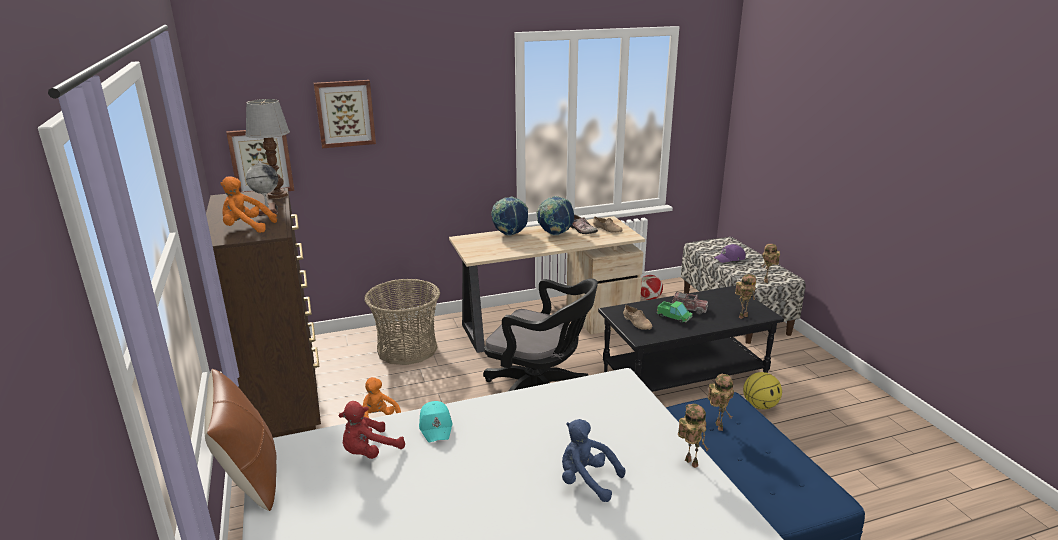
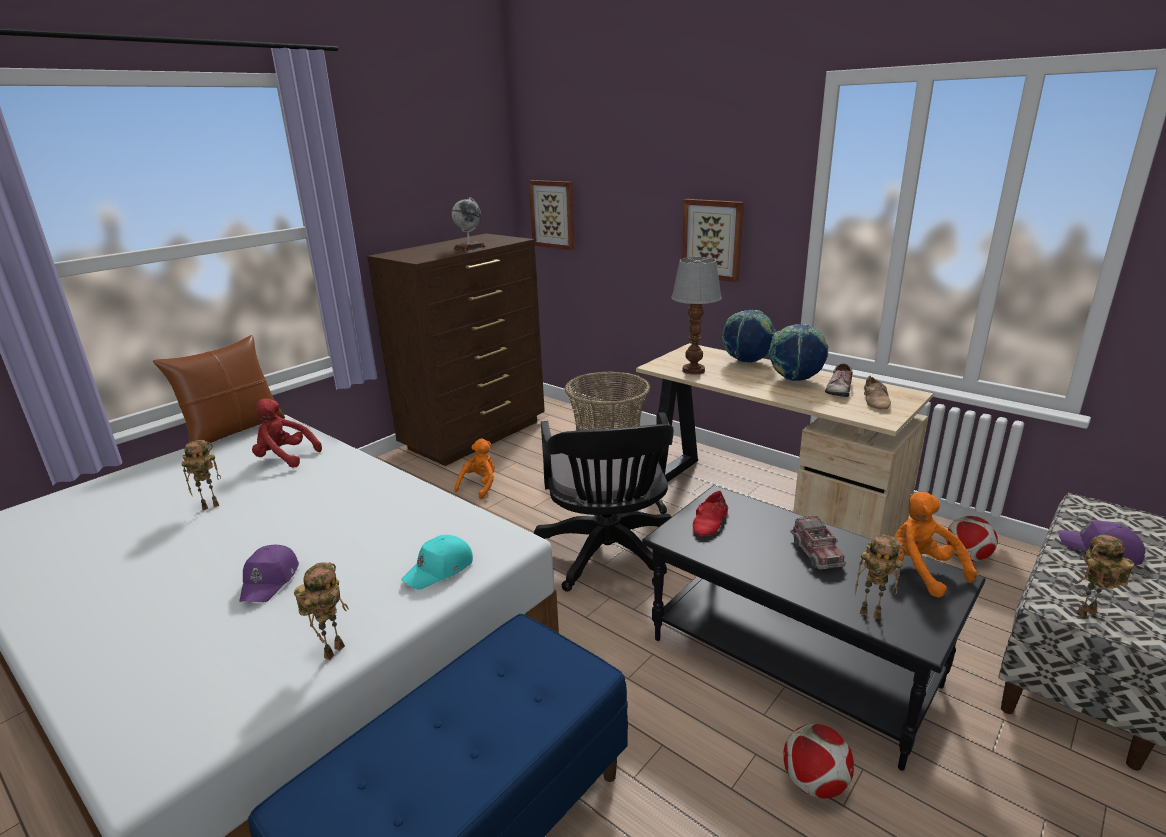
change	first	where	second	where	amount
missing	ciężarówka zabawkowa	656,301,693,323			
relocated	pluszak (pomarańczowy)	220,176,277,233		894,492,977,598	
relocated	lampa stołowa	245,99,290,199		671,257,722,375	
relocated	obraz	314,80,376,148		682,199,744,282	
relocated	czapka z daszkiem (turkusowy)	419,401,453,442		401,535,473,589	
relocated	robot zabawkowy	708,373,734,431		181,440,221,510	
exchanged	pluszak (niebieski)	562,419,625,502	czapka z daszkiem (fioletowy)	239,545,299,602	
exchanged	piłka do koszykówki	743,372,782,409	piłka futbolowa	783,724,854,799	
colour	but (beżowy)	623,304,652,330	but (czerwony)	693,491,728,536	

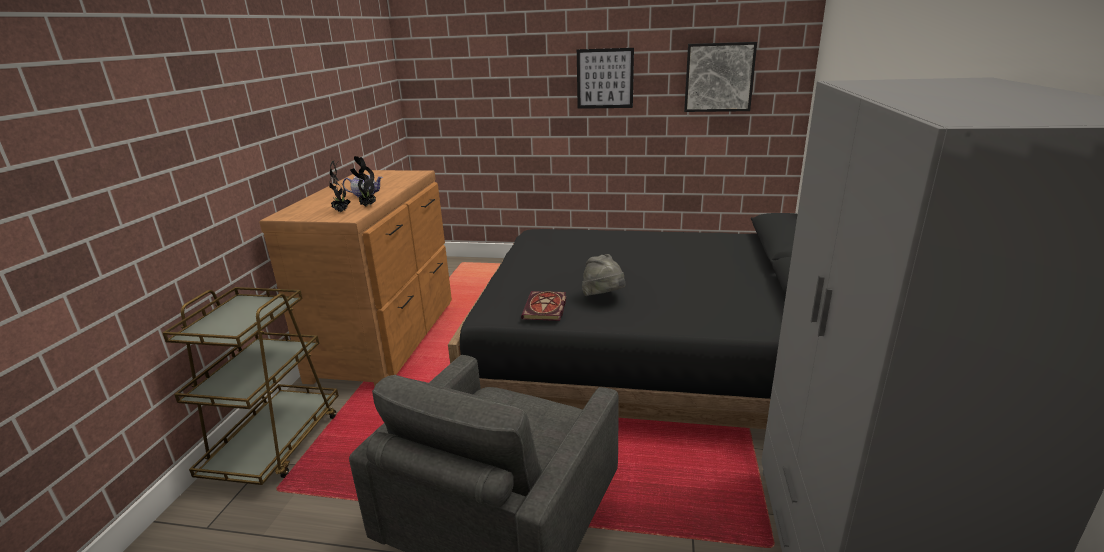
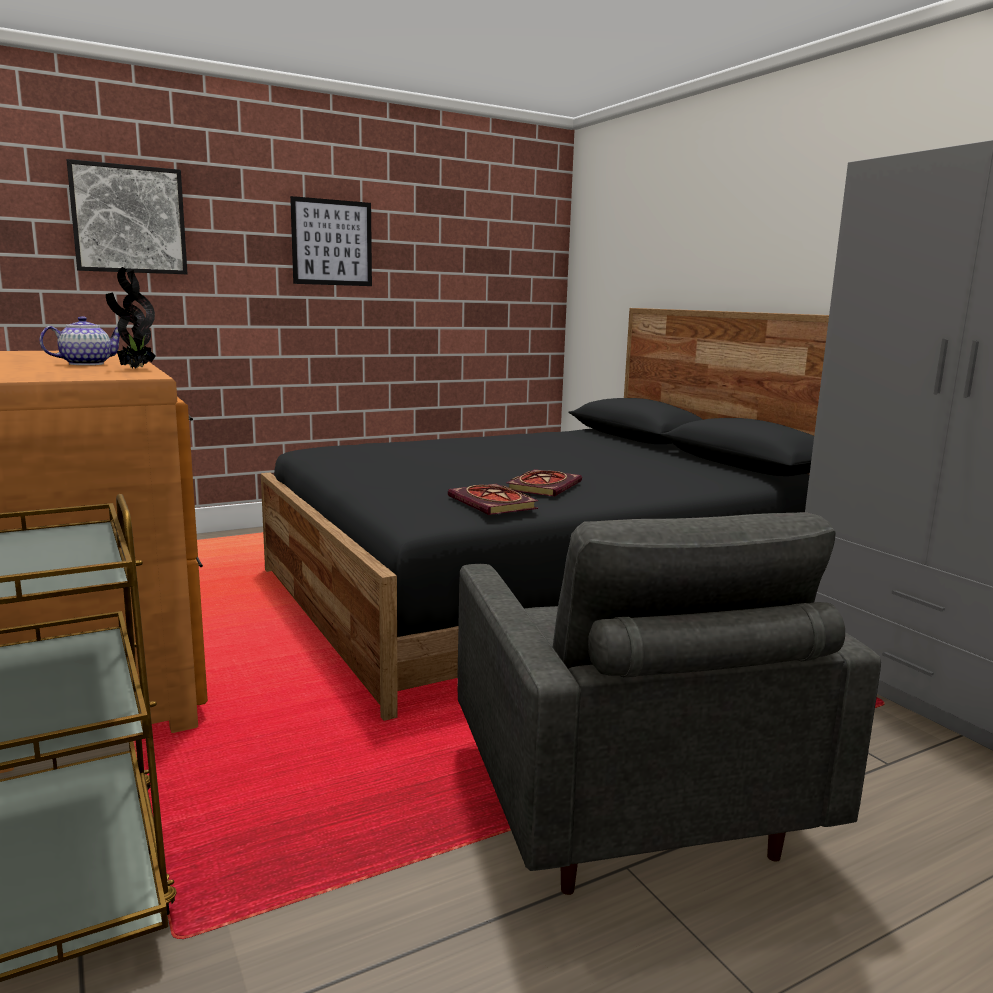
change	first	where	second	where	amount
missing	roślina doniczkowa	329,160,351,212			
relocated	obraz	684,42,757,112		67,159,188,274	
exchanged	kapelusz (szary)	582,254,626,296	książka	506,469,582,496	

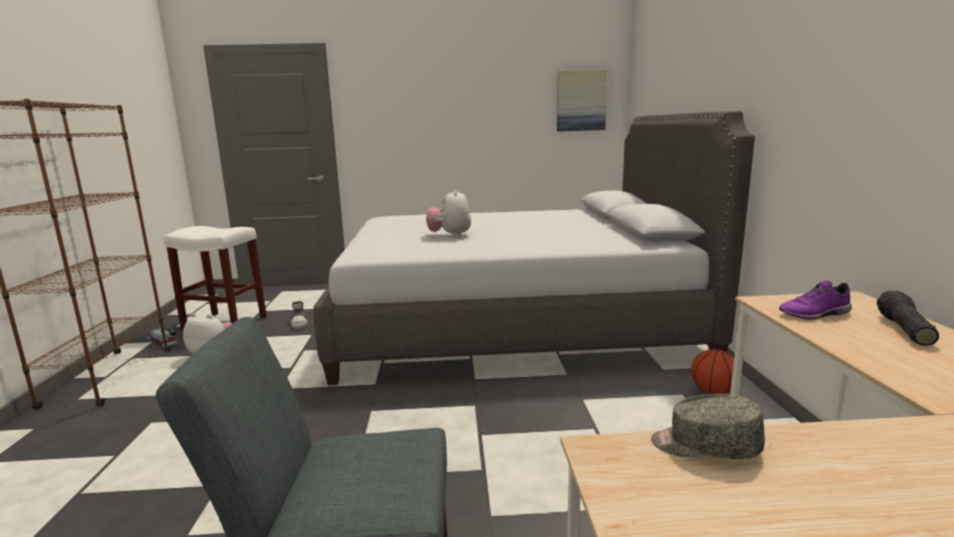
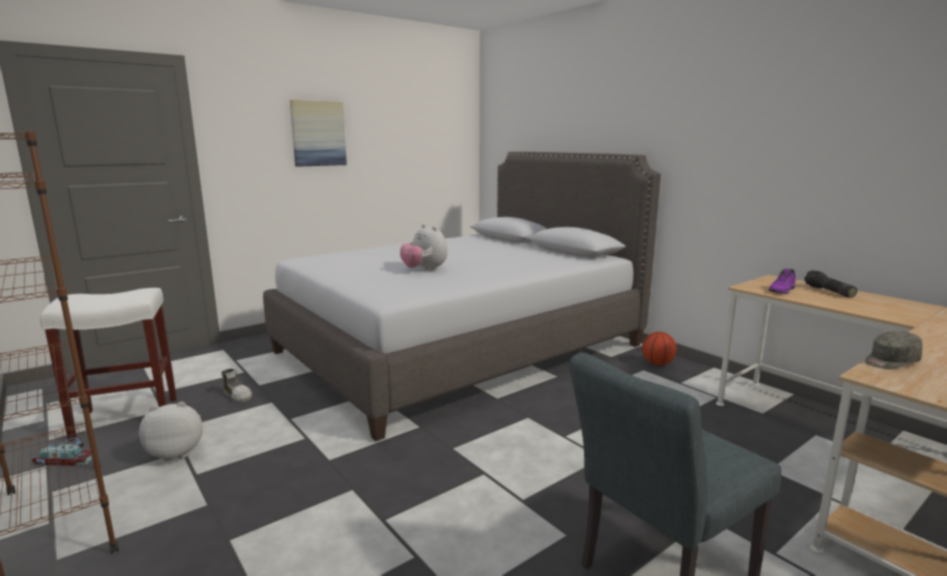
change	first	where	second	where	amount
relocated	obraz	557,70,608,131		290,100,347,167	

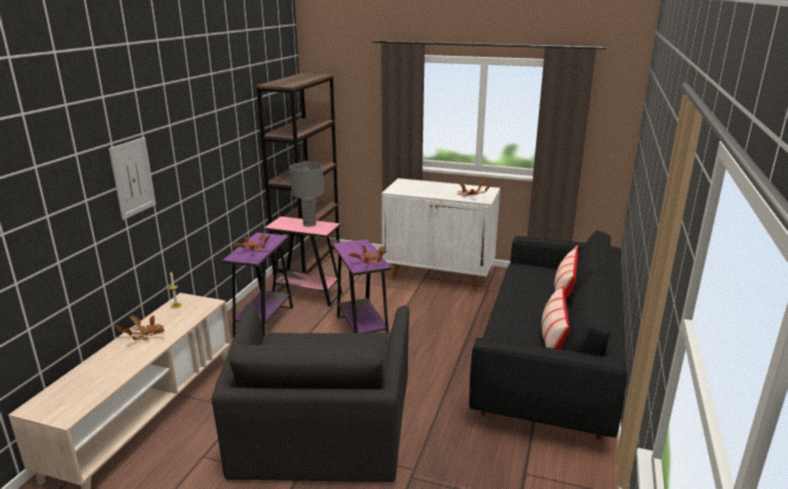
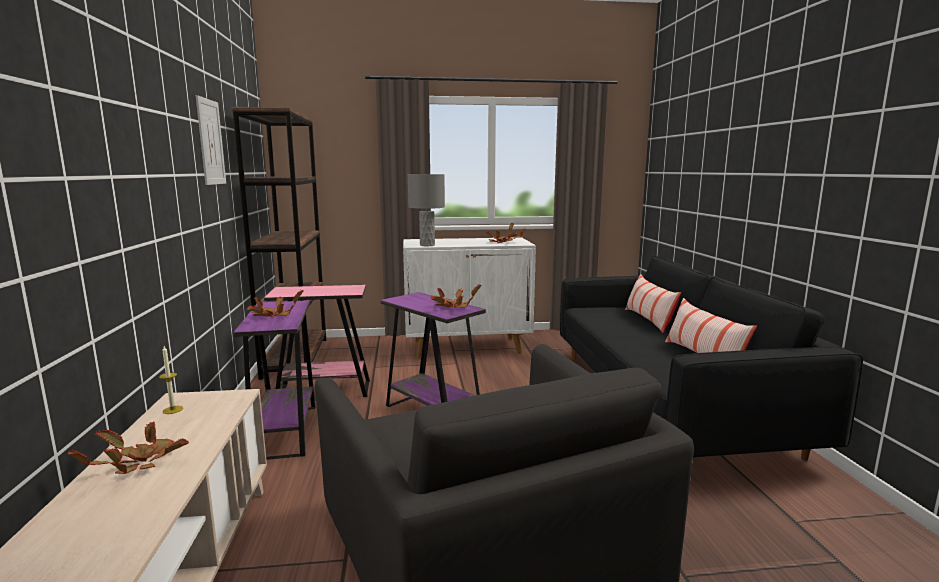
change	first	where	second	where	amount
relocated	obraz	109,137,156,220		196,95,226,185	
relocated	lampa stołowa (szary)	290,162,324,227		408,174,445,246	

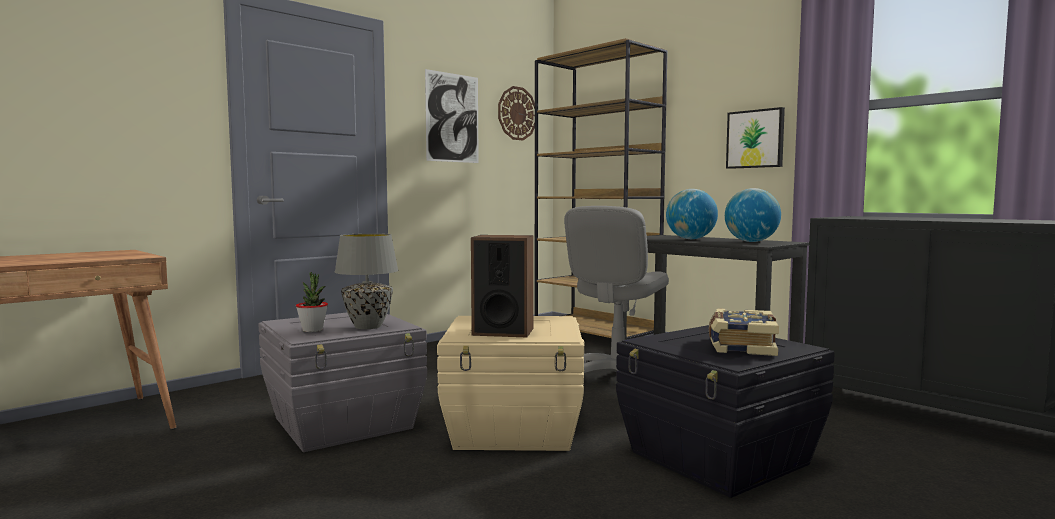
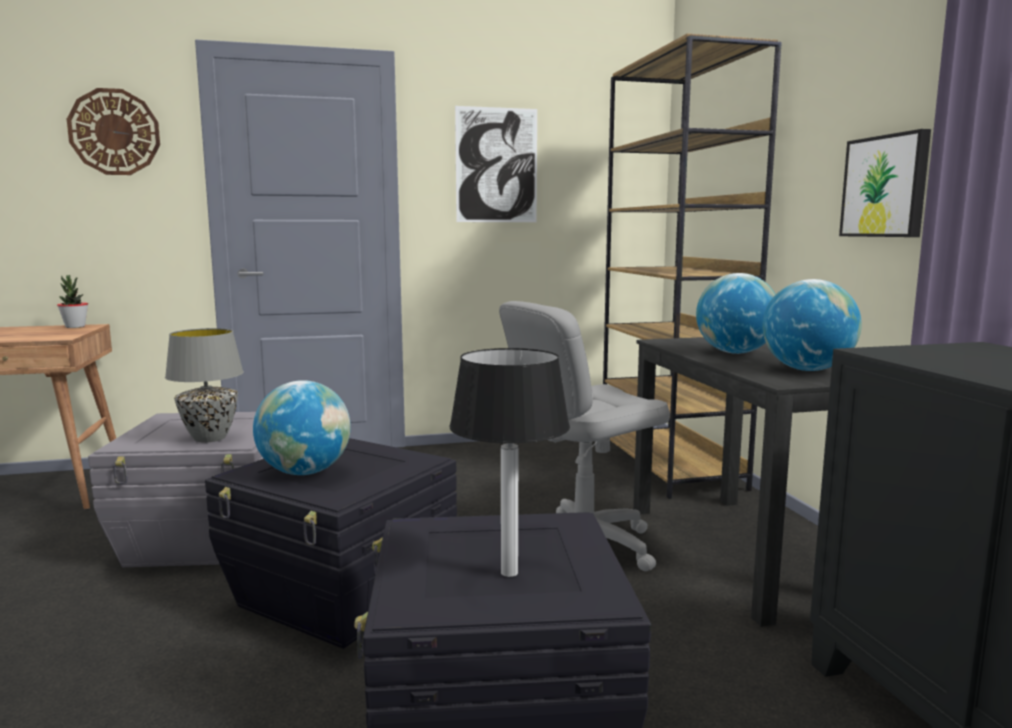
change	first	where	second	where	amount
relocated	roślina doniczkowa	296,272,328,332		57,275,88,328	
relocated	zegar ścienny	498,86,535,140		67,88,160,175	
exchanged	głośnik	471,235,534,337	globus	253,380,351,475	
exchanged	książka	709,308,779,356	lampa stołowa	449,348,570,577	
colour	pojemnik do przechowywania (beżowy)	437,316,585,451	pojemnik do przechowywania (czarny)	205,438,457,648	

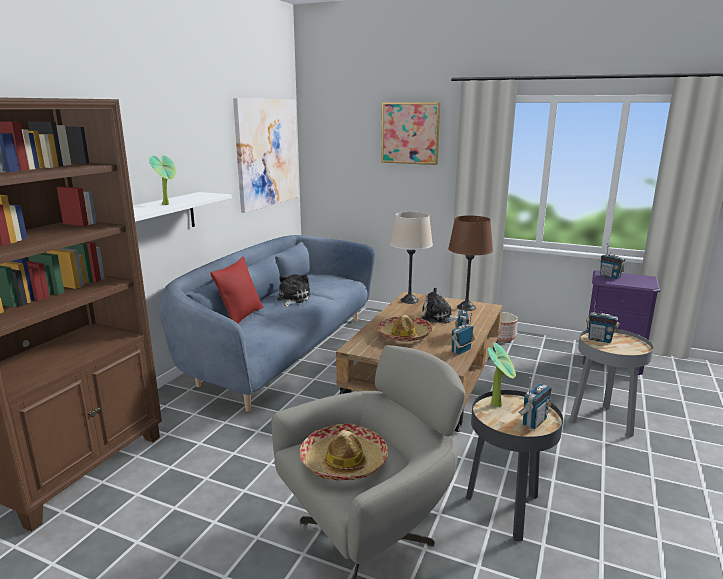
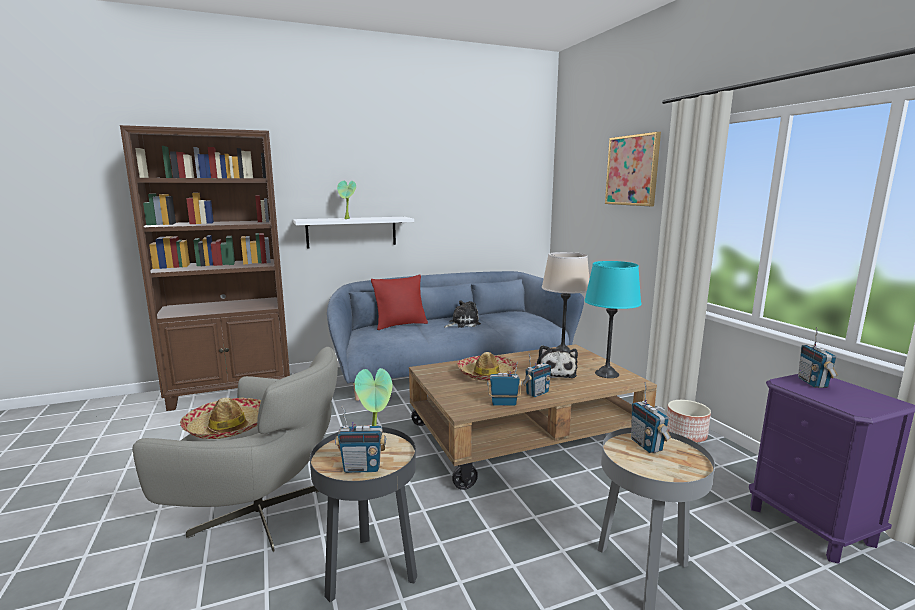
change	first	where	second	where	amount
missing	obraz	233,98,299,213			
colour	lampa stołowa (brązowy)	448,216,493,311	lampa stołowa (turkusowy)	584,261,641,378	
spun	pluszak	422,288,458,323		537,345,578,378	150 degrees counterclockwise

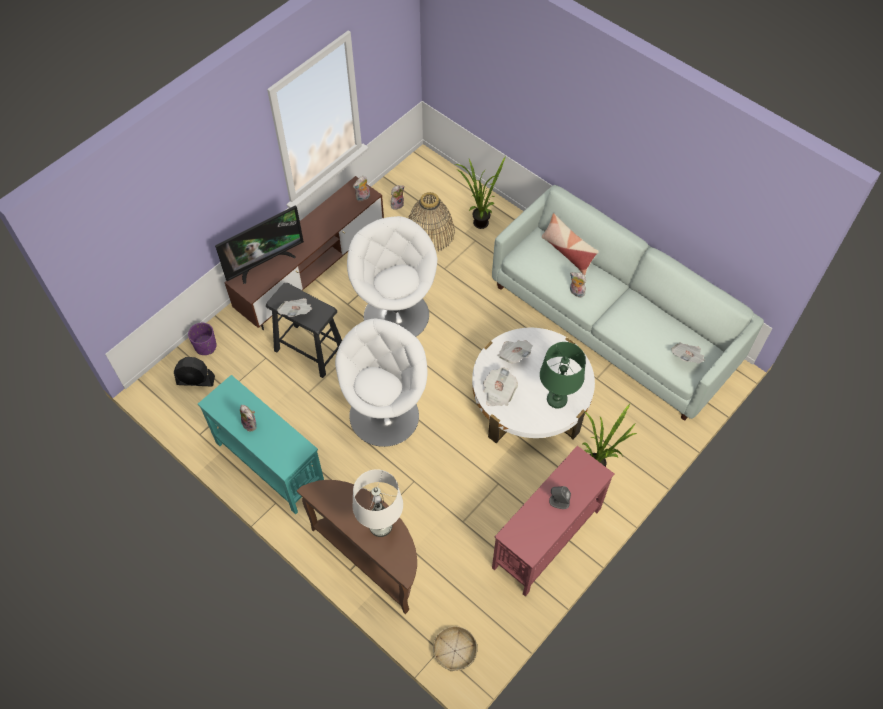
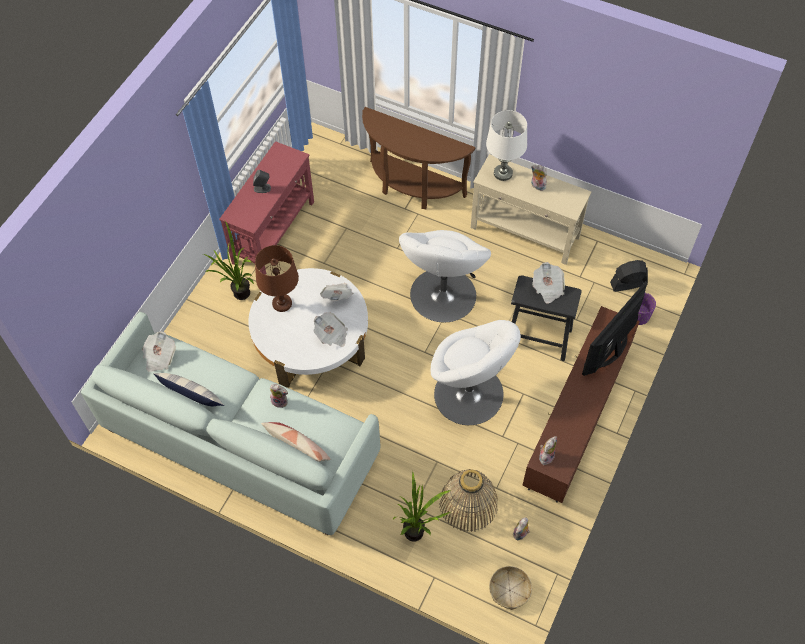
change	first	where	second	where	amount
appeared			poduszka	153,373,225,406	
relocated	lampa stołowa (biały)	352,469,403,537		486,110,527,181	
relocated	koszyk	433,626,477,671		489,566,532,610	
colour	stolik konsolowy (turkusowy)	198,375,324,514	stolik konsolowy (beżowy)	471,154,591,265	
colour	lampa stołowa (zielony)	540,342,586,409	lampa stołowa (brązowy)	255,245,299,312	

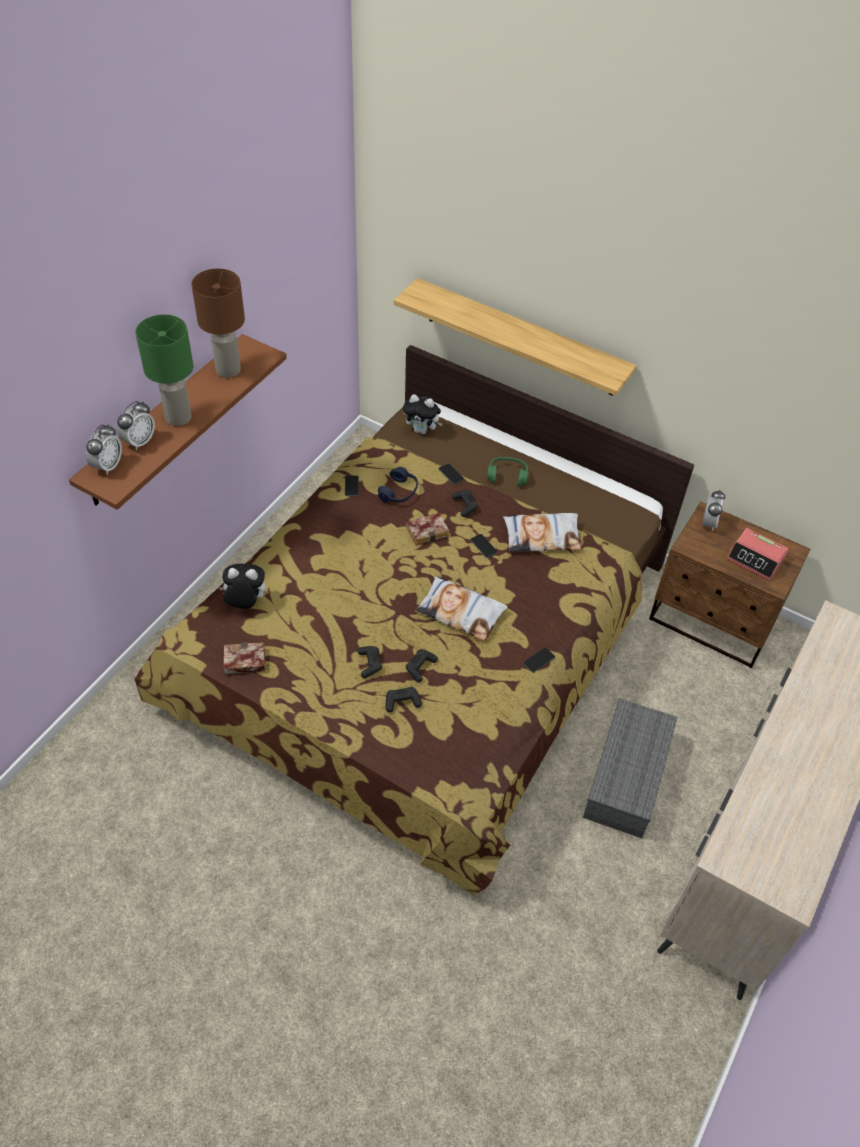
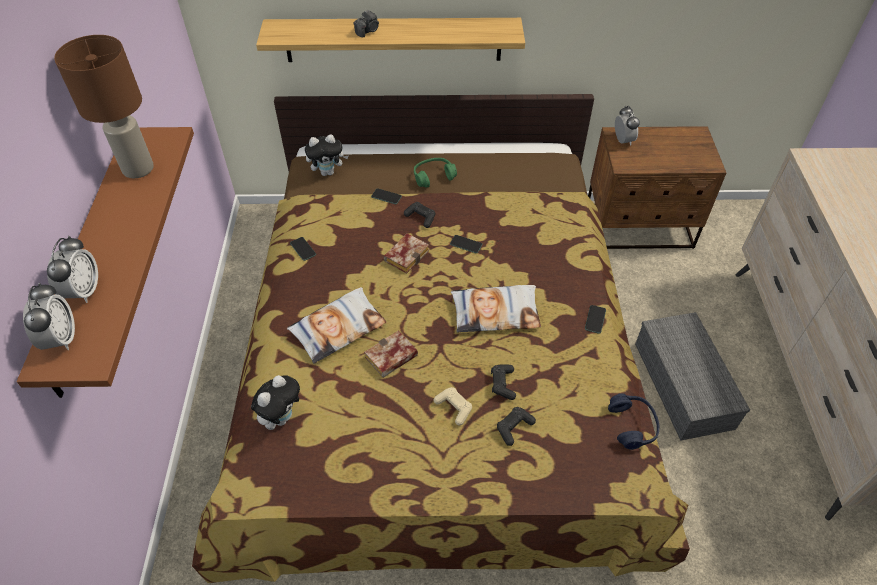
change	first	where	second	where	amount
missing	lampa stołowa (zielony)	135,314,193,426			
missing	budzik	727,528,789,581			
appeared			aparat fotograficzny	354,10,379,37	
relocated	książka	224,642,265,674		364,330,418,378	
relocated	słuchawki (niebieski)	378,467,418,503		608,393,659,450	
relocated	poduszka	503,513,582,552		287,287,386,363	
colour	pad do gier (czarny)	357,646,382,678	pad do gier (beżowy)	434,387,472,426	
spun	pluszak	218,564,266,609		251,375,300,430	150 degrees clockwise

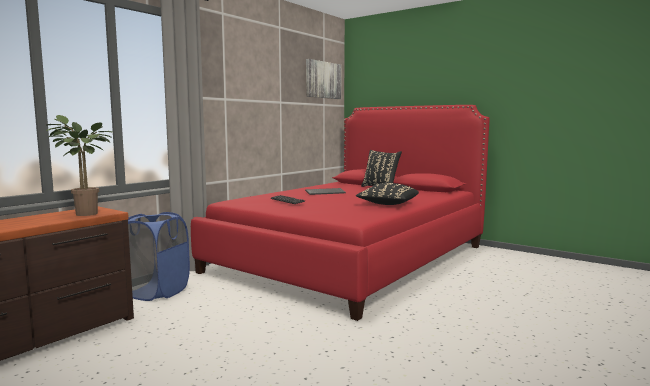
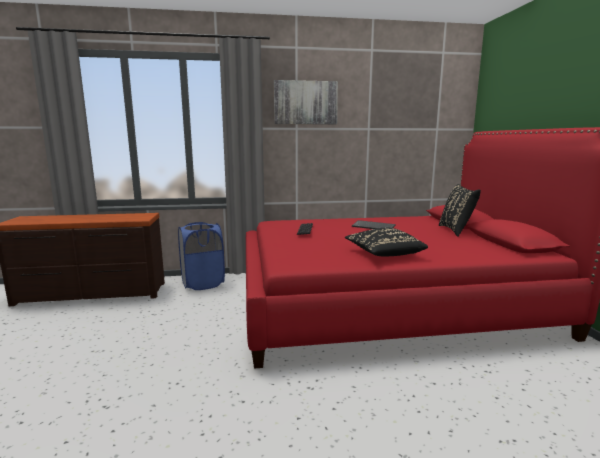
change	first	where	second	where	amount
missing	roślina doniczkowa	46,115,113,216			
relocated	obraz	306,59,341,99		274,80,338,124	

